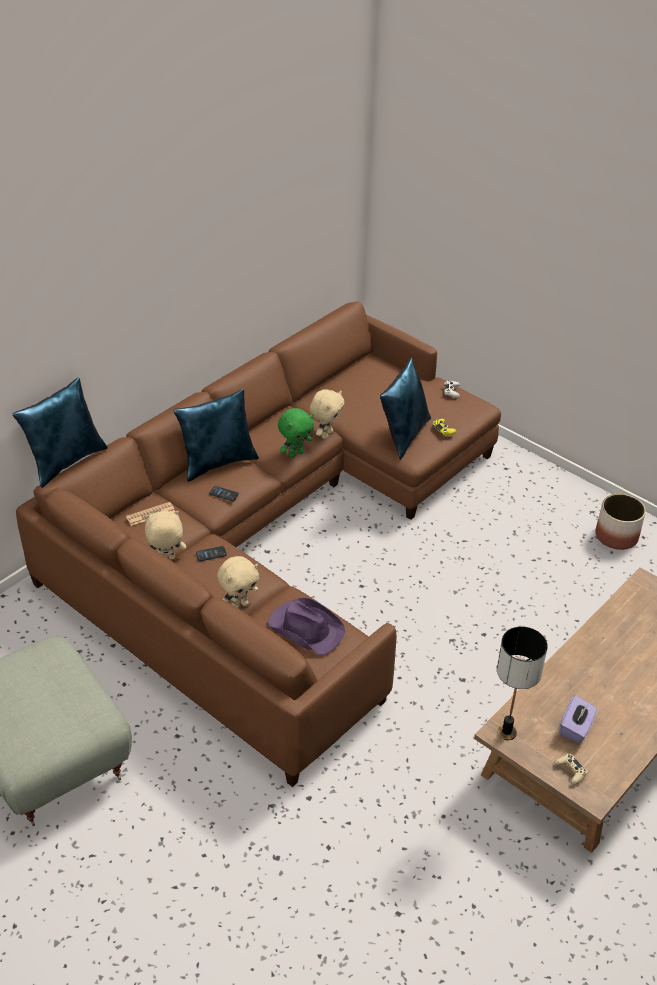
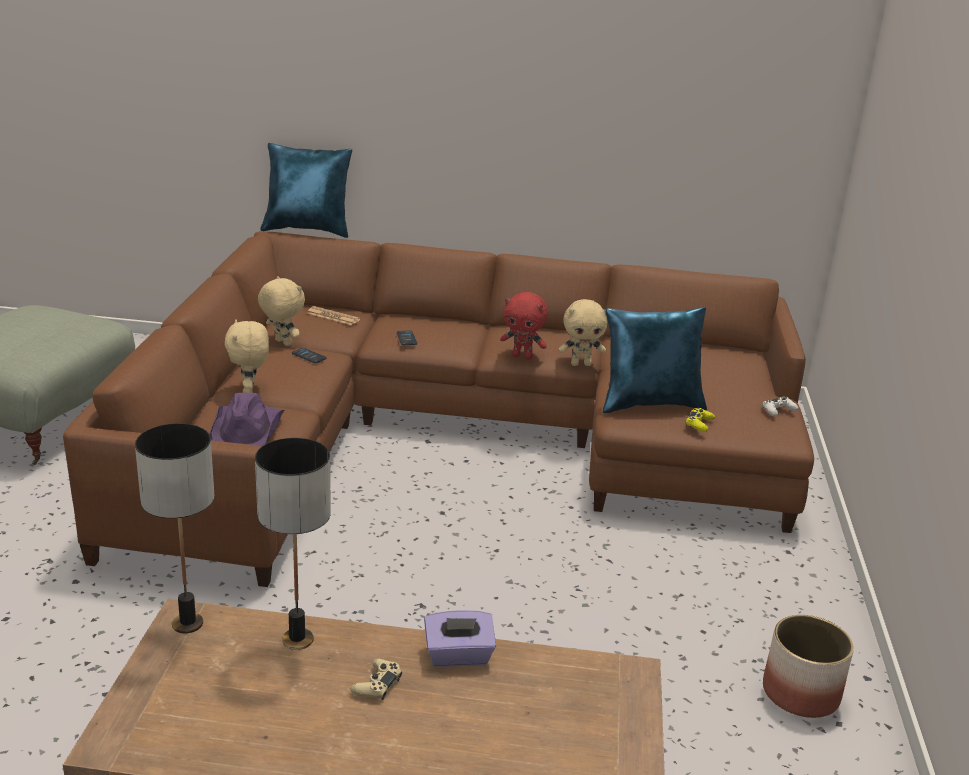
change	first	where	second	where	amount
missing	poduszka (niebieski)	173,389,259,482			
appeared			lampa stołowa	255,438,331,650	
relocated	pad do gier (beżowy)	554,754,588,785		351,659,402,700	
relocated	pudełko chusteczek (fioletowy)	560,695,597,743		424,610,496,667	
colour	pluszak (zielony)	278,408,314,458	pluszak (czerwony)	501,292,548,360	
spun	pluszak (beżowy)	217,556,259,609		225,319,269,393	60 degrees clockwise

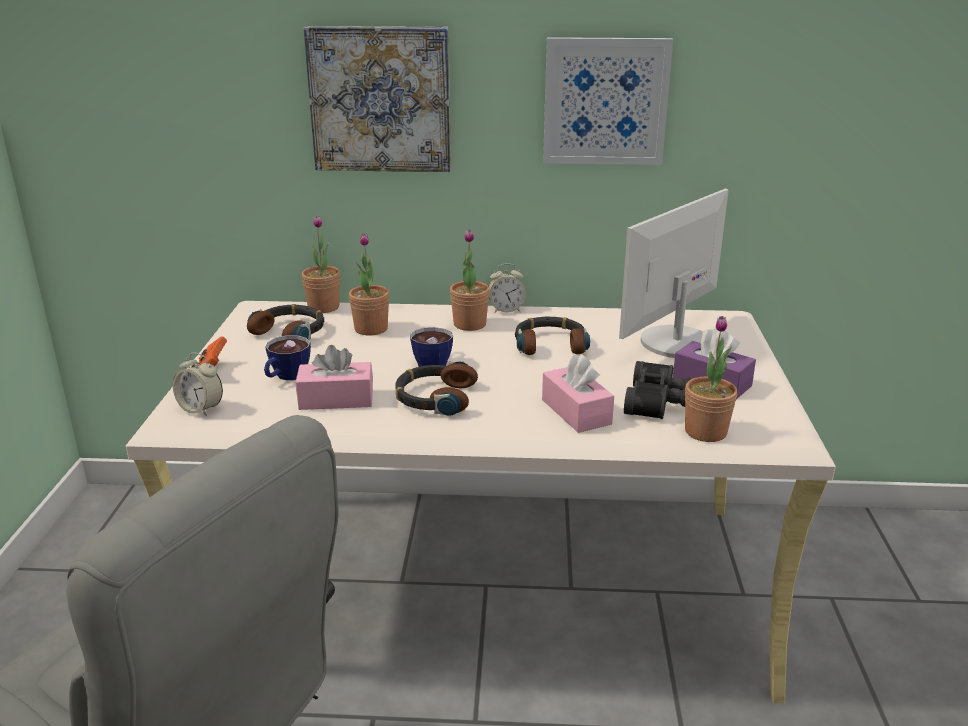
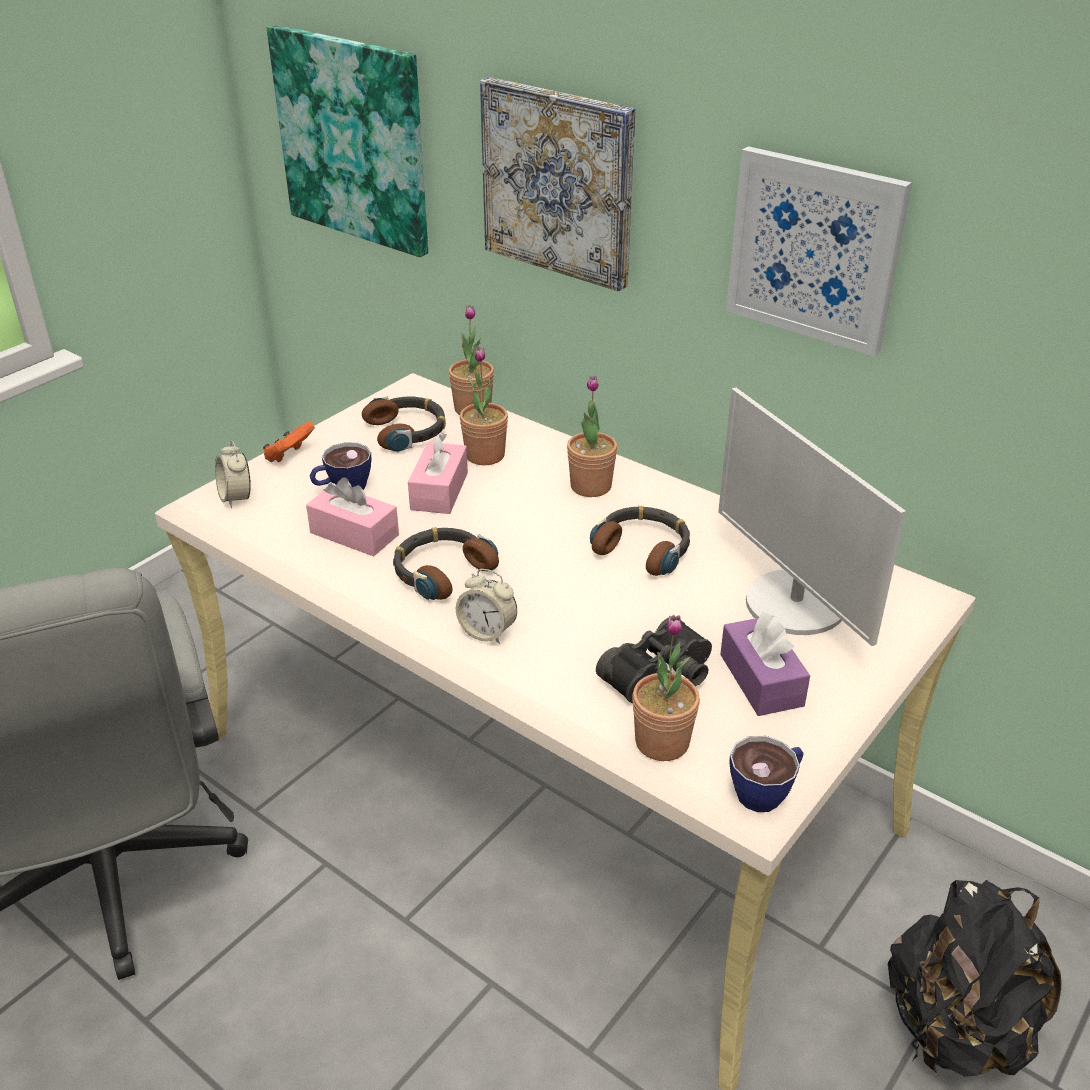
change	first	where	second	where	amount
appeared			obraz	267,25,428,257	
appeared			plecak (czarny)	888,880,1061,1077	
relocated	filiżanka	410,327,453,367		729,736,804,812	
relocated	budzik	489,263,526,313		456,569,517,644	
relocated	pudełko chusteczek (różowy)	542,354,614,433		408,432,468,514	
spun	monitor	619,189,729,358		718,388,906,646	105 degrees counterclockwise

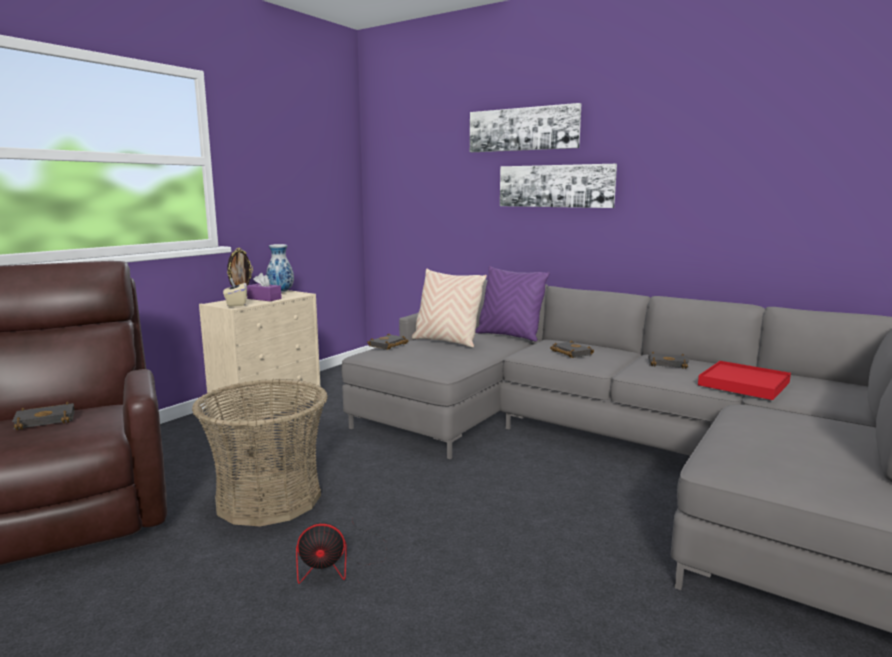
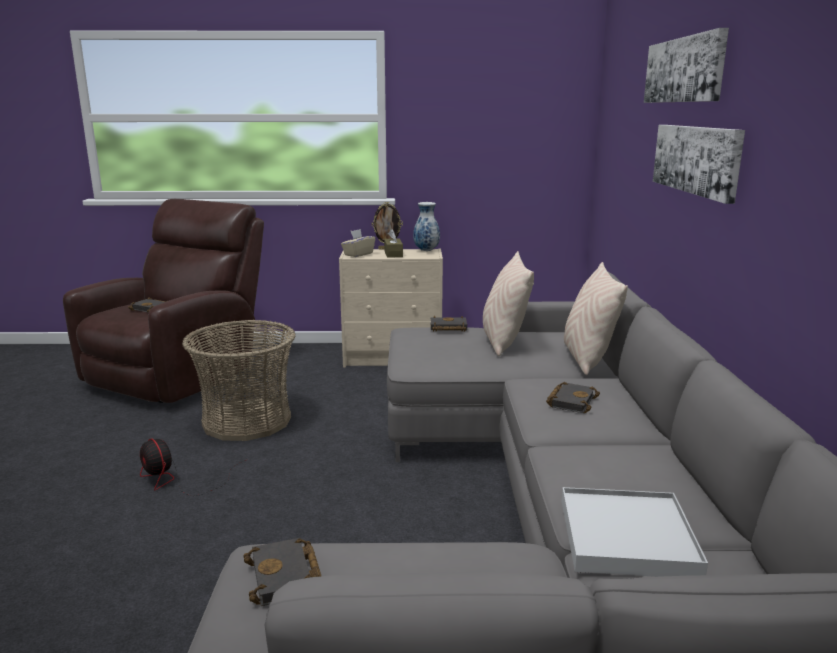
change	first	where	second	where	amount
relocated	książka (czarny)	648,352,689,369		243,538,321,606	
colour	pudełko chusteczek (fioletowy)	247,273,282,301	pudełko chusteczek (brązowy)	384,229,403,258	
colour	poduszka (fioletowy)	475,266,550,341	poduszka (beżowy)	564,262,628,375	
colour	taca (czerwony)	698,361,791,400	taca (biały)	562,487,708,577	

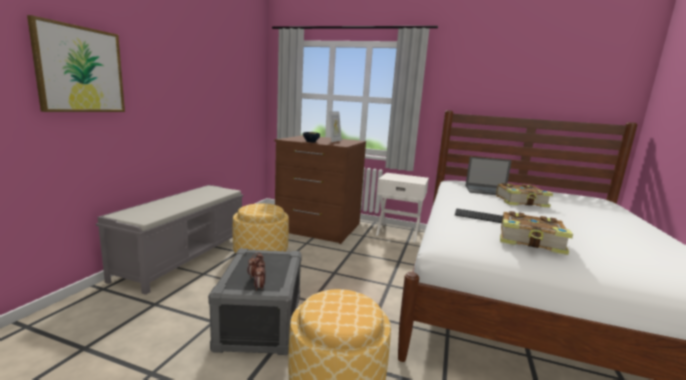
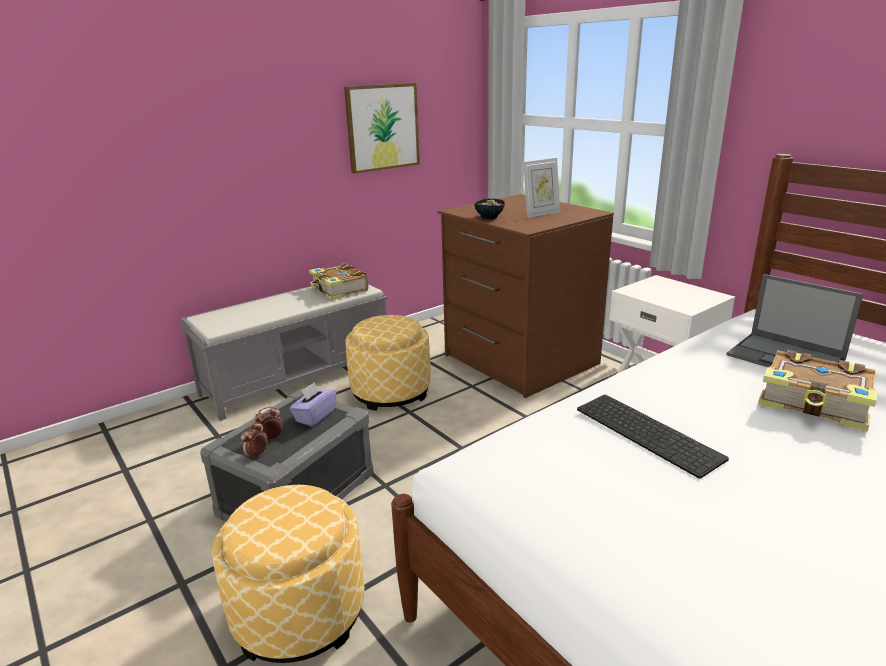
change	first	where	second	where	amount
appeared			pudełko chusteczek (fioletowy)	289,382,336,426	
relocated	obraz	27,15,125,112		344,83,420,174	
relocated	książka	500,211,573,255		309,263,369,300	

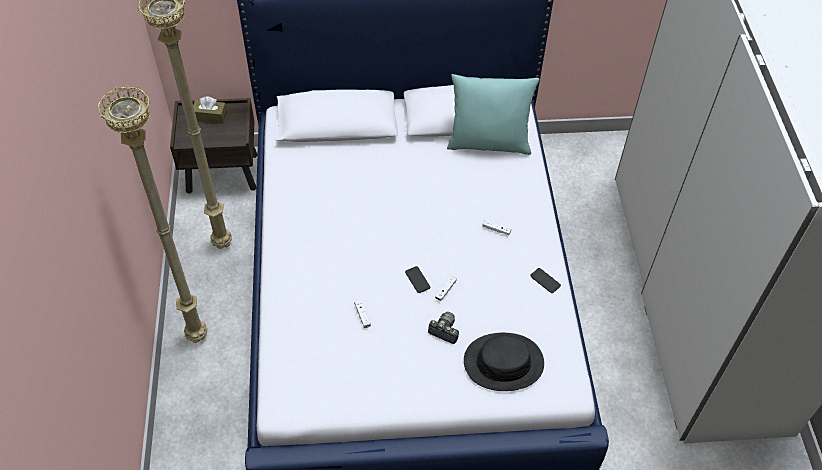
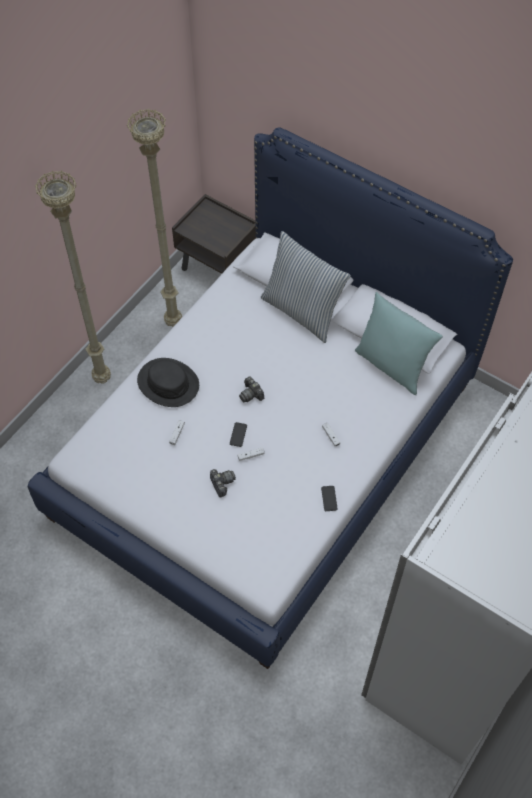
change	first	where	second	where	amount
missing	pudełko chusteczek (brązowy)	193,97,227,124			
appeared			aparat fotograficzny	239,376,264,403	
appeared			poduszka	261,231,350,343	
relocated	kapelusz (czarny)	464,333,544,391		137,358,199,407	

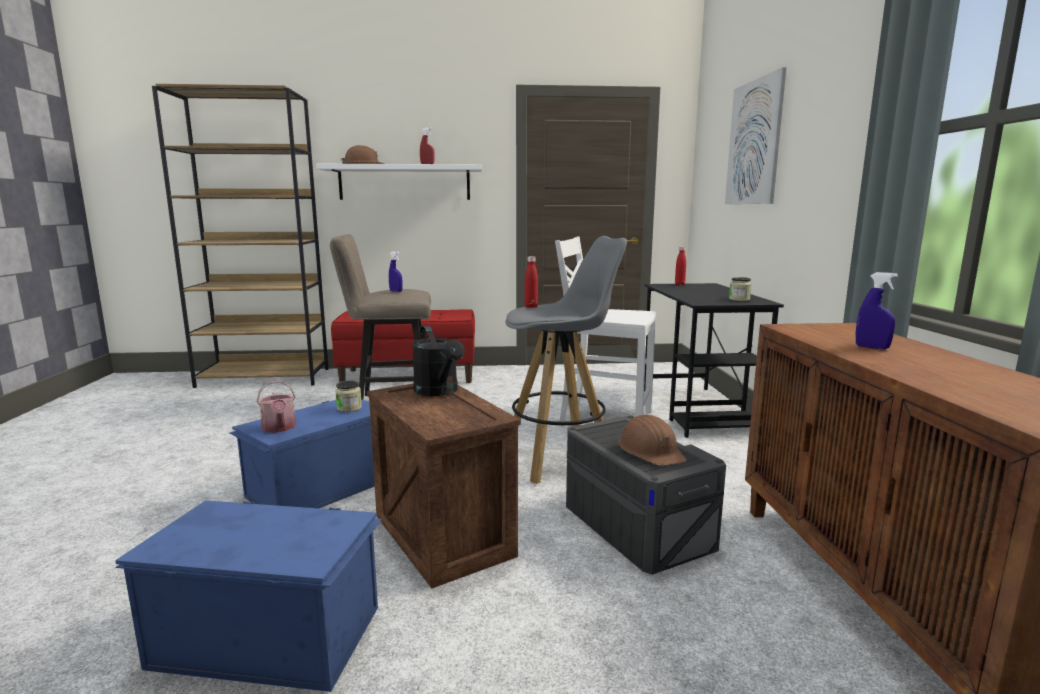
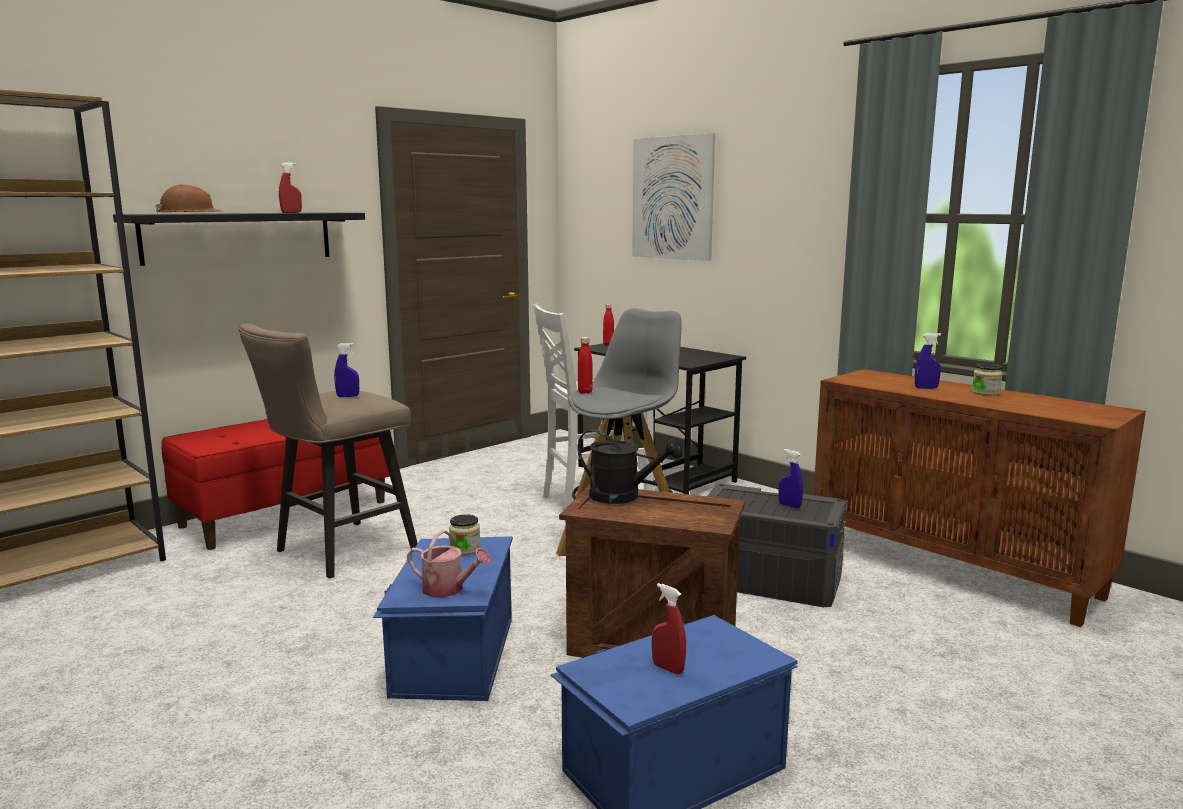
change	first	where	second	where	amount
appeared			spryskiwacz (czerwony)	652,583,686,675	
relocated	słoik	729,277,752,301		972,364,1003,396	
exchanged	kask (brązowy)	619,415,686,466	spryskiwacz (niebieski)	779,449,803,509	
colour	półka (biały)	316,164,482,200	półka (czarny)	113,212,365,266	

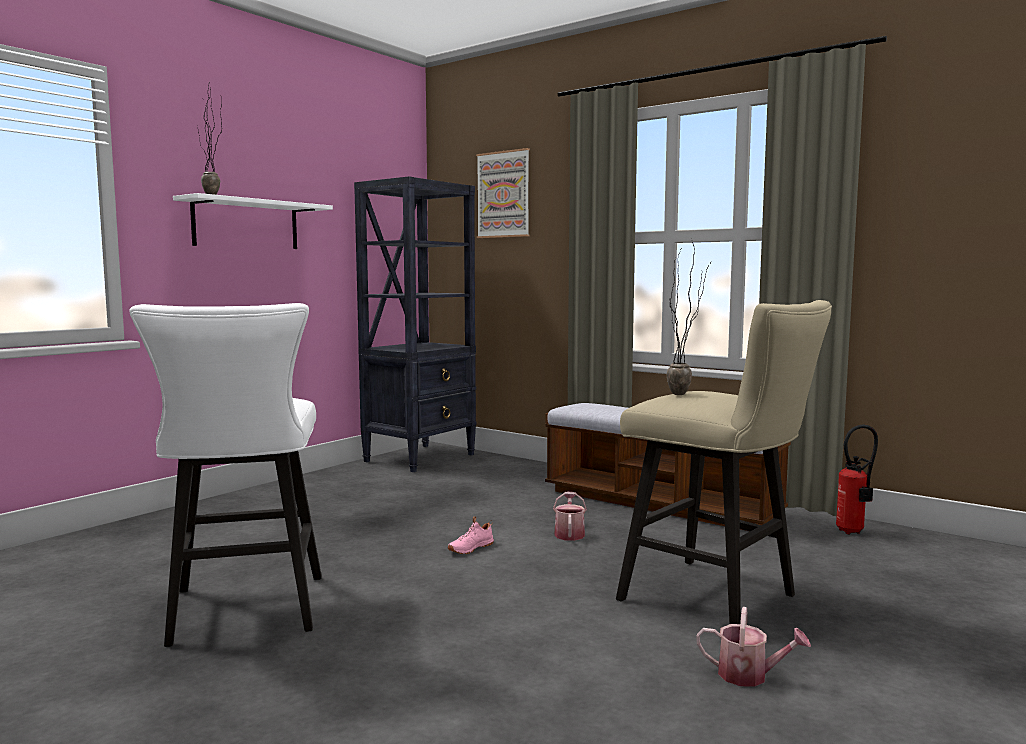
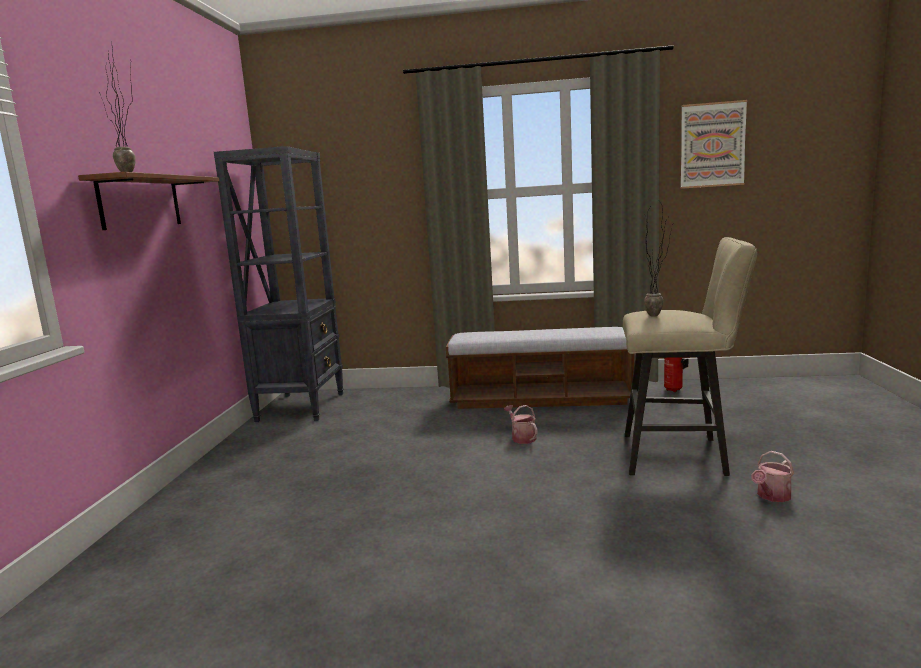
change	first	where	second	where	amount
missing	stołek (biały)	129,303,322,647			
missing	but (różowy)	448,516,494,554			
relocated	obraz	476,148,530,238		680,100,747,189	
colour	półka (biały)	173,193,333,249	półka (brązowy)	78,172,219,230	
spun	konewka	696,607,811,687		751,451,794,502	150 degrees clockwise

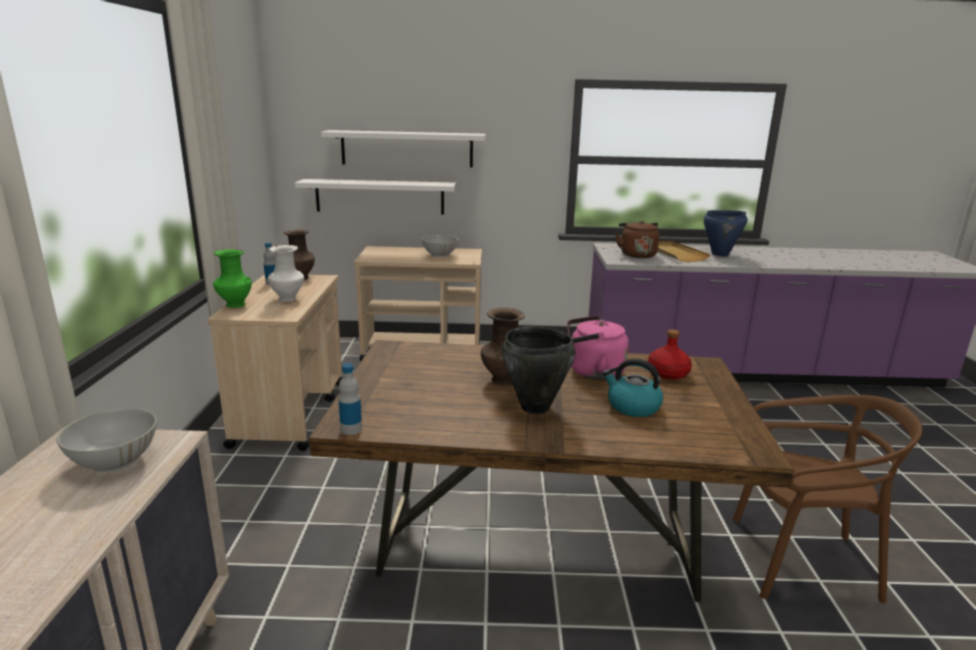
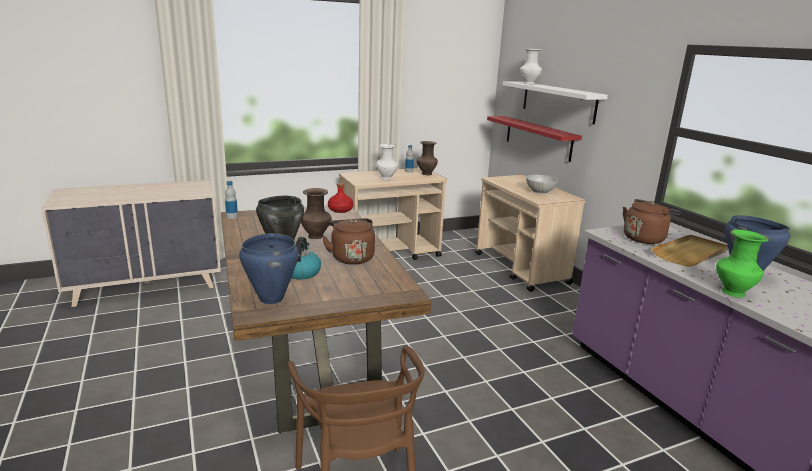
change	first	where	second	where	amount
missing	miska (biały)	57,408,157,473			
appeared			garnek (niebieski)	239,233,299,304	
appeared			wazon (biały)	520,49,542,84	
relocated	wazon (zielony)	213,249,252,308		716,229,769,298	
relocated	butelka (czerwony)	648,329,692,380		328,183,353,213	
colour	półka (biały)	295,179,456,215	półka (czerwony)	487,116,582,162	
colour	czajnik (różowy)	567,315,629,380	czajnik (brązowy)	322,218,375,265	

